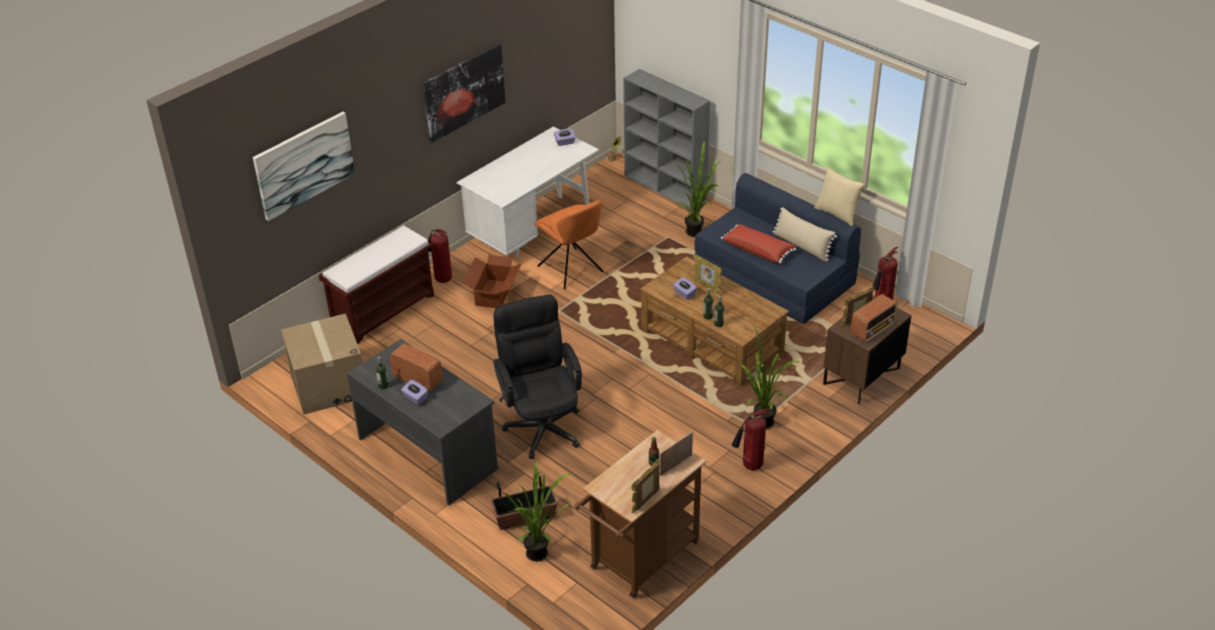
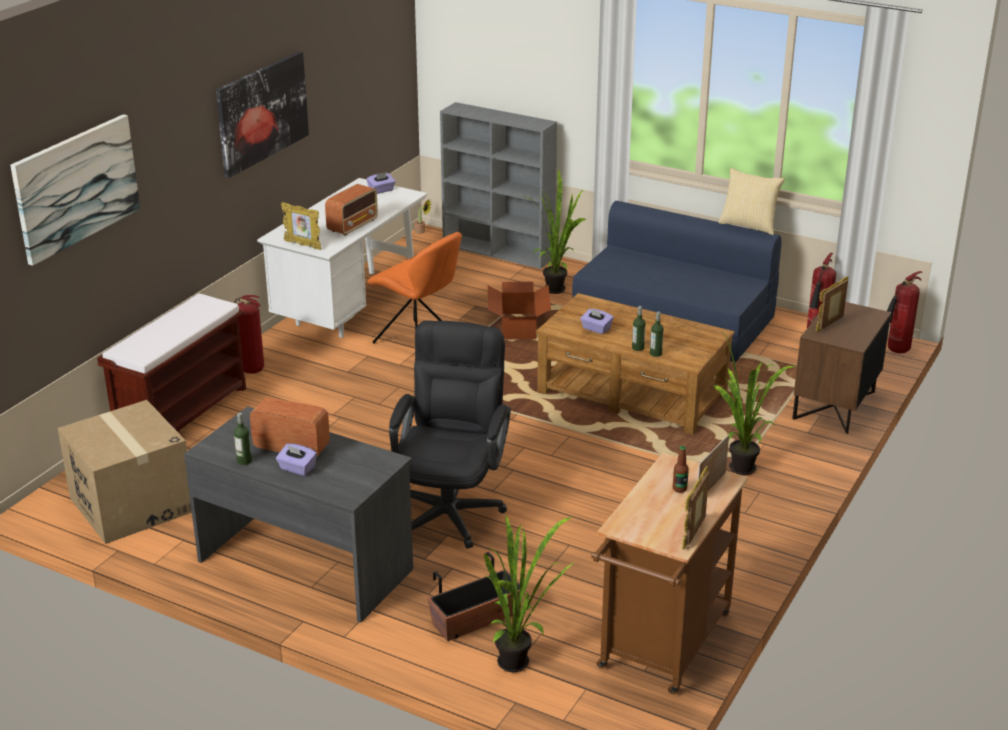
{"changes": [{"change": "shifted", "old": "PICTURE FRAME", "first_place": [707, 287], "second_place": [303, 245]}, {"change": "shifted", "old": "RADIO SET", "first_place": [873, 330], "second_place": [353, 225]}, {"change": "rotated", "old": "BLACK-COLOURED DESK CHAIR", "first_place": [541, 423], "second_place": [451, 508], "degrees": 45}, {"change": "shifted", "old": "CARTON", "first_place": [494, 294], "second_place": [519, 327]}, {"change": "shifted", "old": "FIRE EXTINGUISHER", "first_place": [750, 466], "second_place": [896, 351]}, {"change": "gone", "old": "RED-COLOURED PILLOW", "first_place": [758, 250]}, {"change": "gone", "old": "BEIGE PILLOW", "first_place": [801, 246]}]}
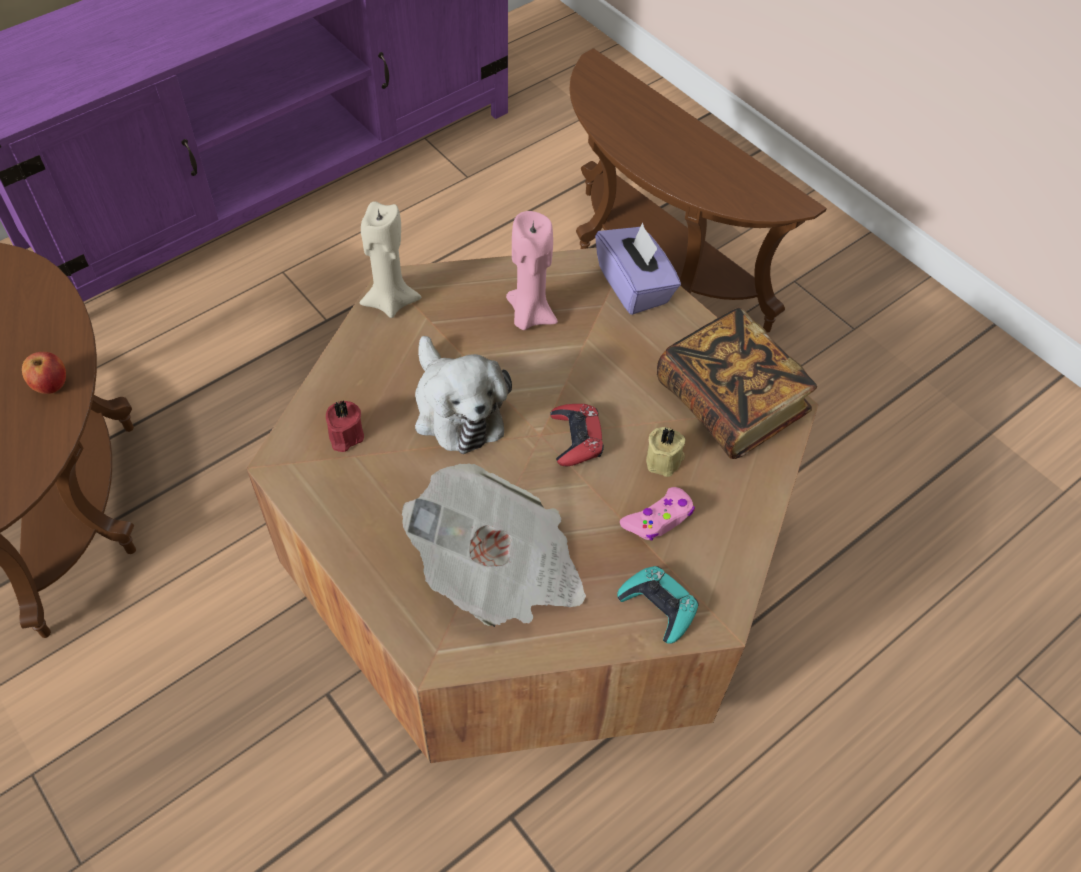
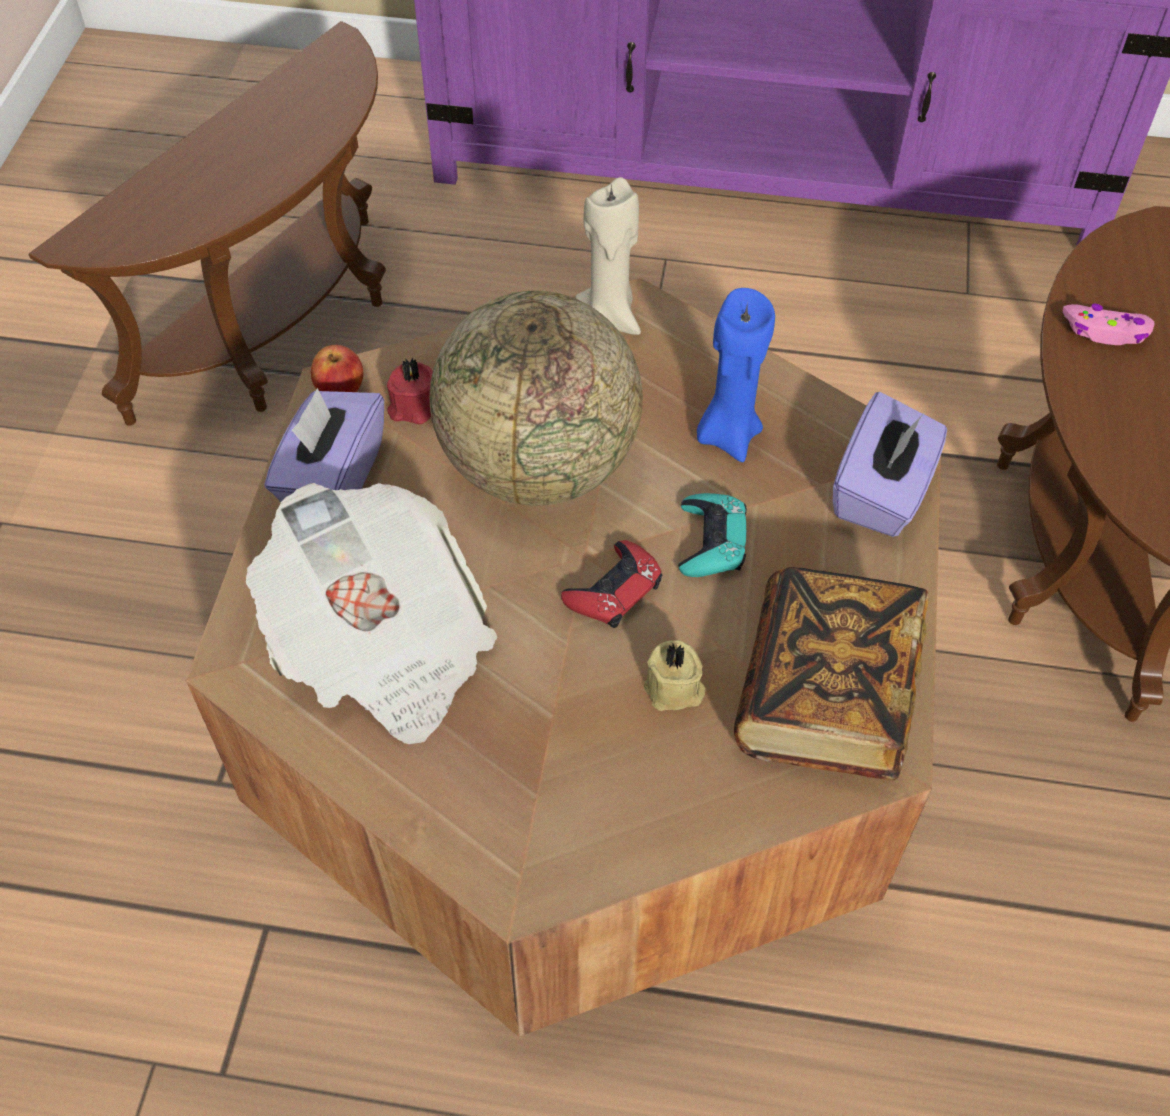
{"changes": [{"change": "new", "new": "PURPLE-COLOURED TISSUE BOX", "second_place": [332, 478]}, {"change": "shifted", "old": "APPLE", "first_place": [51, 385], "second_place": [341, 391]}, {"change": "swapped", "old": "SOFT TOY", "new": "GLOBE", "first_place": [456, 409], "second_place": [539, 465]}, {"change": "shifted", "old": "TURQUOISE-COLOURED GAME CONTROLLER", "first_place": [658, 607], "second_place": [711, 542]}, {"change": "repainted", "old": "PINK-COLOURED WAX LIGHT", "new": "BLUE WAX LIGHT", "first_place": [529, 315], "second_place": [727, 434]}, {"change": "shifted", "old": "PINK-COLOURED GAME CONTROLLER", "first_place": [659, 519], "second_place": [1105, 331]}]}
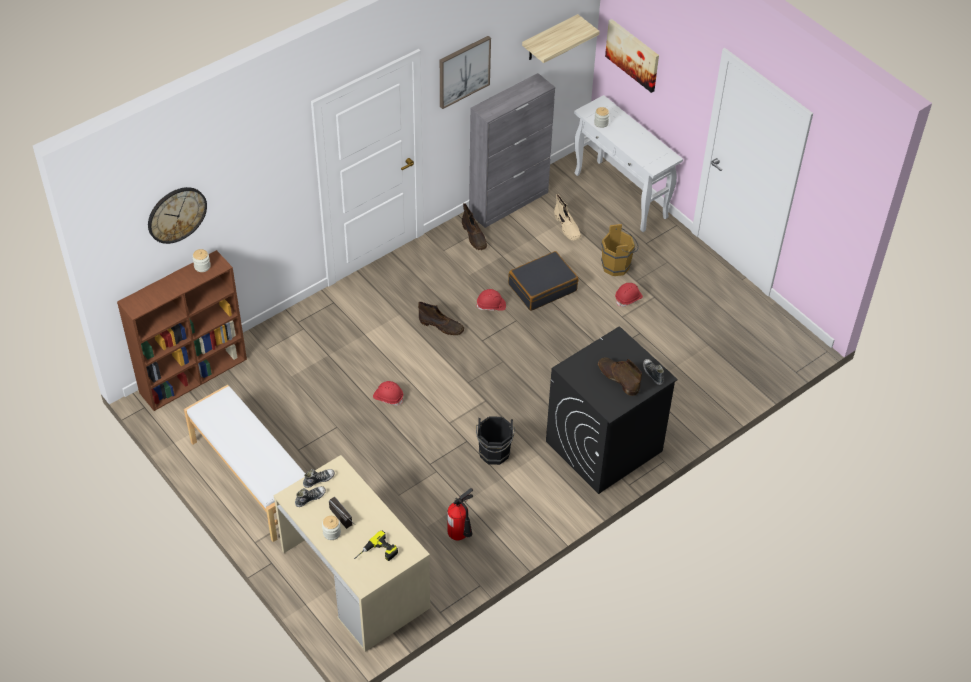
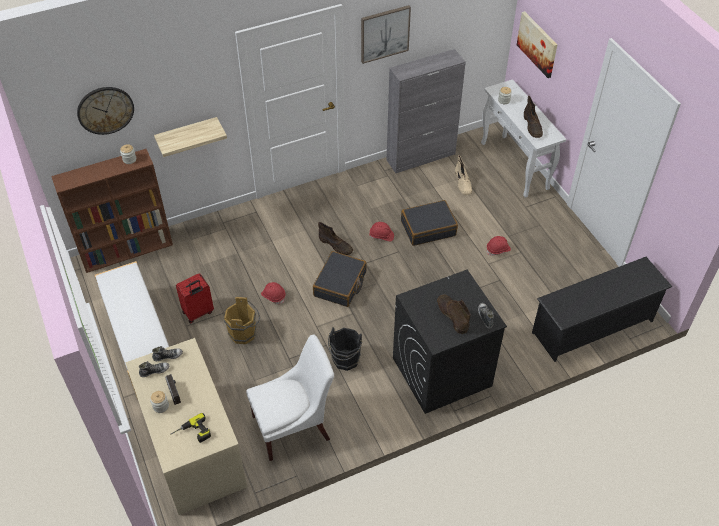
{"changes": [{"change": "shifted", "old": "WALL SHELF", "first_place": [549, 38], "second_place": [187, 135]}, {"change": "new", "new": "RED-COLOURED PIECE OF LUGGAGE", "second_place": [198, 313]}, {"change": "shifted", "old": "BROWN WATER BUCKET", "first_place": [618, 266], "second_place": [245, 334]}, {"change": "swapped", "old": "FIRE EXTINGUISHER", "new": "WHITE-COLOURED UPRIGHT CHAIR", "first_place": [460, 535], "second_place": [294, 426]}, {"change": "new", "new": "BLACK-COLOURED PIECE OF LUGGAGE", "second_place": [340, 284]}, {"change": "shifted", "old": "BROWN TALL BOOT", "first_place": [474, 236], "second_place": [532, 126]}, {"change": "new", "new": "BLACK-COLOURED SHOE STAND", "second_place": [593, 327]}]}
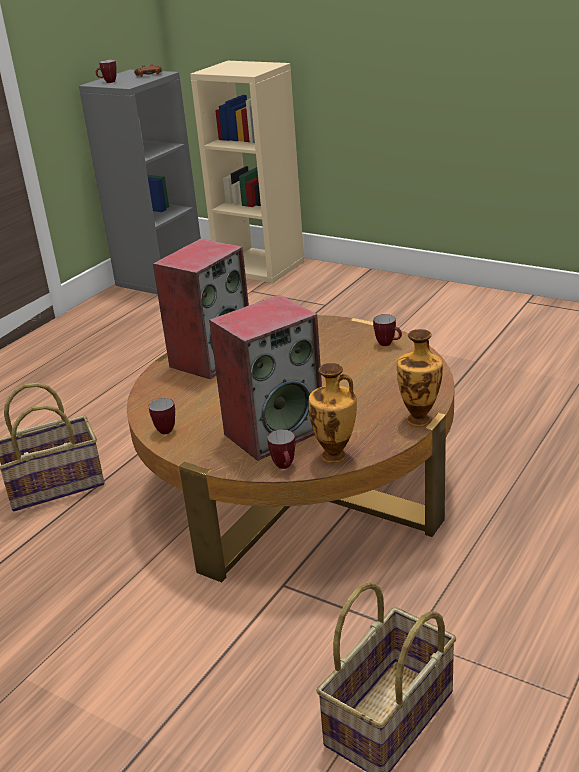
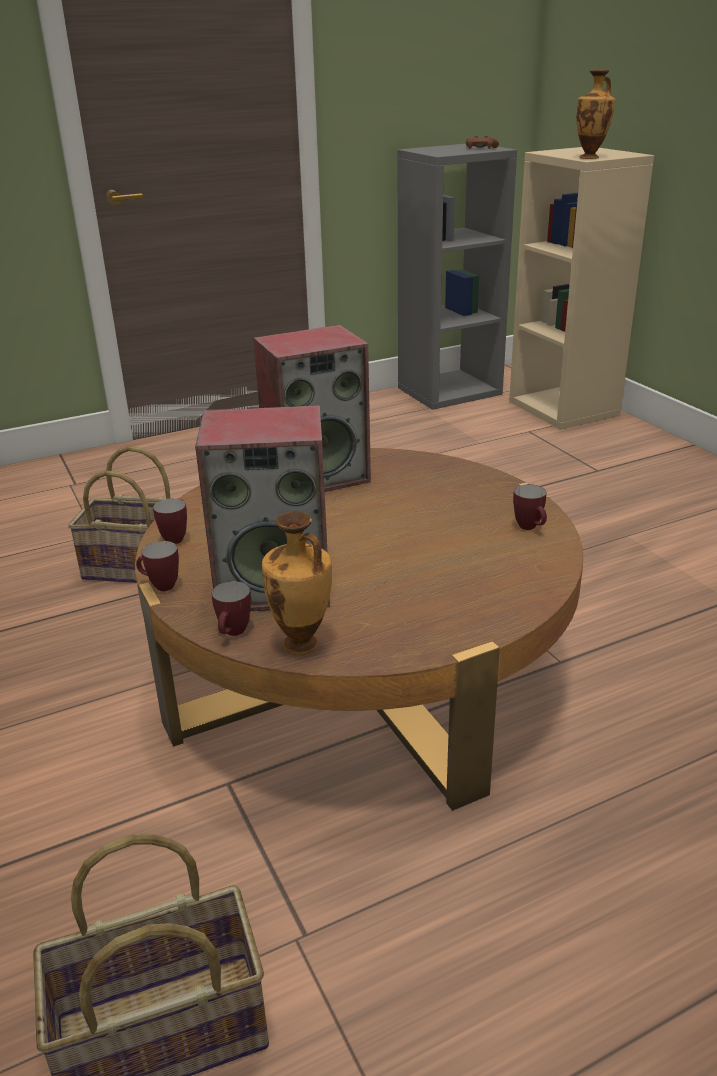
{"changes": [{"change": "shifted", "old": "COFFEE MUG", "first_place": [108, 82], "second_place": [160, 586]}, {"change": "shifted", "old": "FLOWER VASE", "first_place": [419, 419], "second_place": [590, 157]}]}
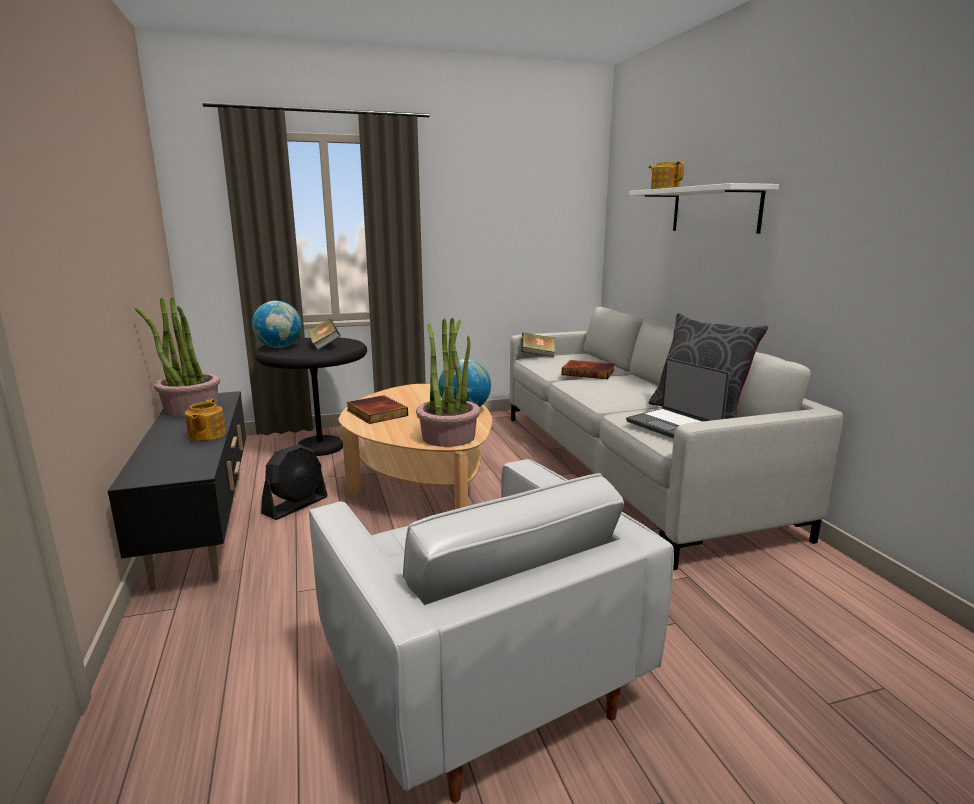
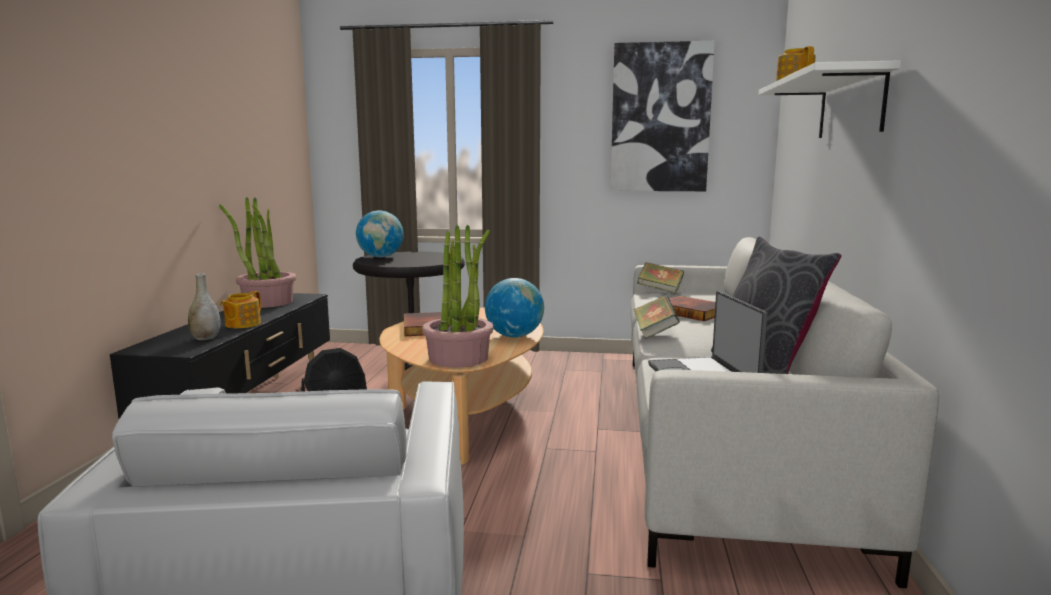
{"changes": [{"change": "new", "new": "GREYISH FLOWER VASE", "second_place": [206, 338]}, {"change": "new", "new": "PICTURE", "second_place": [660, 118]}, {"change": "shifted", "old": "VOLUME", "first_place": [324, 346], "second_place": [654, 333]}]}
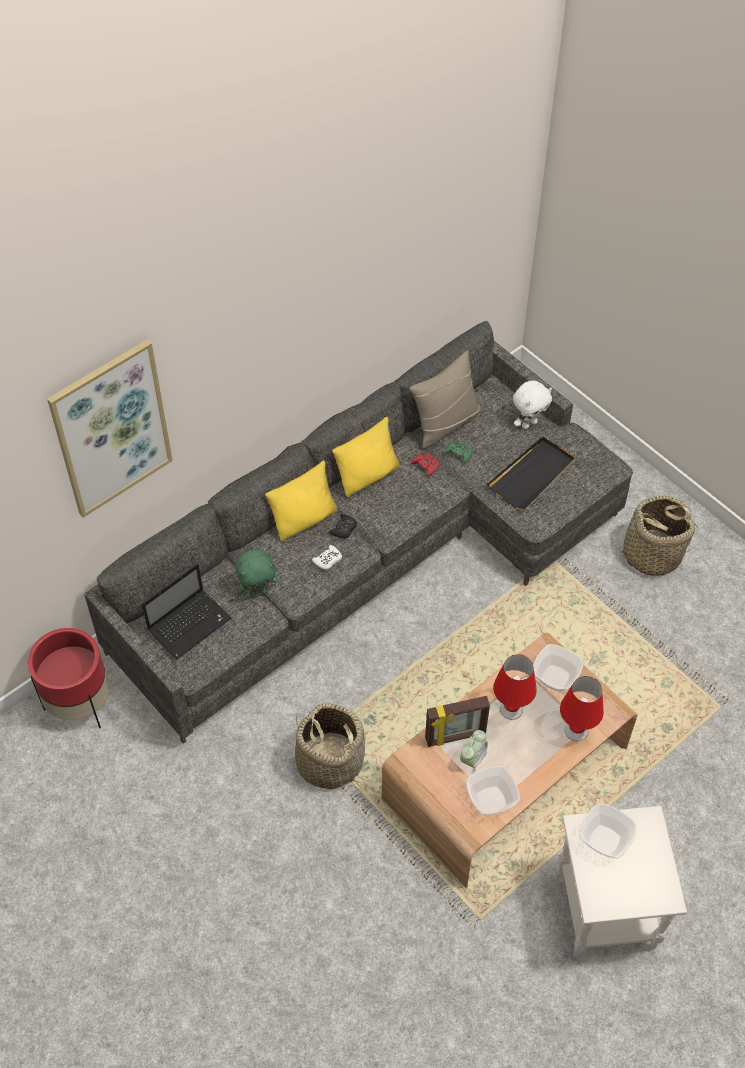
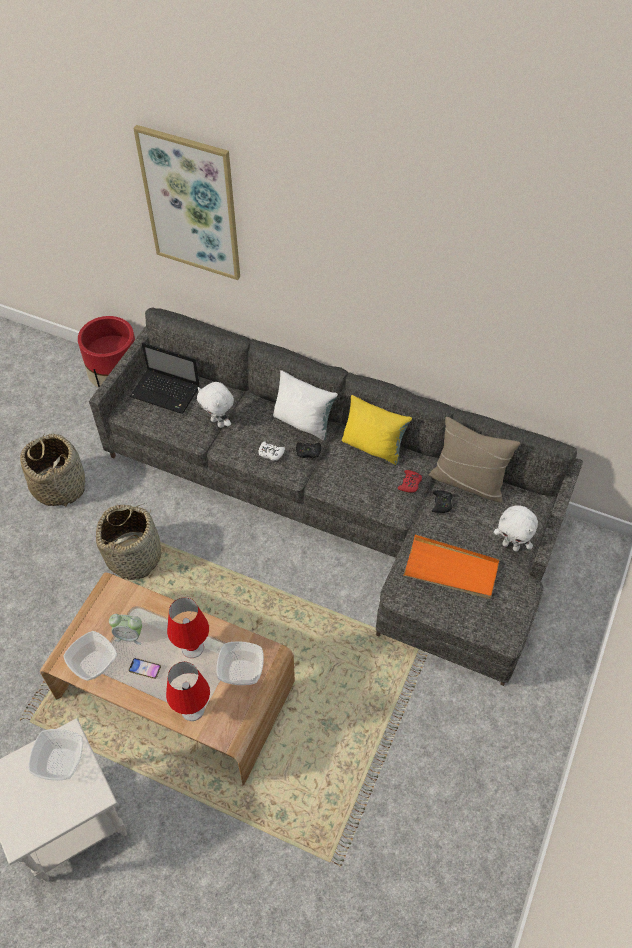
{"changes": [{"change": "shifted", "old": "HOUSEHOLD BASKET", "first_place": [651, 554], "second_place": [59, 486]}, {"change": "new", "new": "HANDSET", "second_place": [145, 669]}, {"change": "repainted", "old": "GREEN SOFT TOY", "new": "WHITE-COLOURED SOFT TOY", "first_place": [258, 592], "second_place": [218, 422]}, {"change": "repainted", "old": "YELLOW PILLOW", "new": "WHITE-COLOURED PILLOW", "first_place": [304, 519], "second_place": [303, 422]}, {"change": "repainted", "old": "BLACK-COLOURED SERVING TRAY", "new": "ORANGE SERVING TRAY", "first_place": [532, 475], "second_place": [451, 570]}, {"change": "repainted", "old": "GREEN GAME CONTROLLER", "new": "BLACK-COLOURED GAME CONTROLLER", "first_place": [459, 452], "second_place": [441, 503]}, {"change": "gone", "old": "PICTURE FRAME", "first_place": [455, 737]}]}
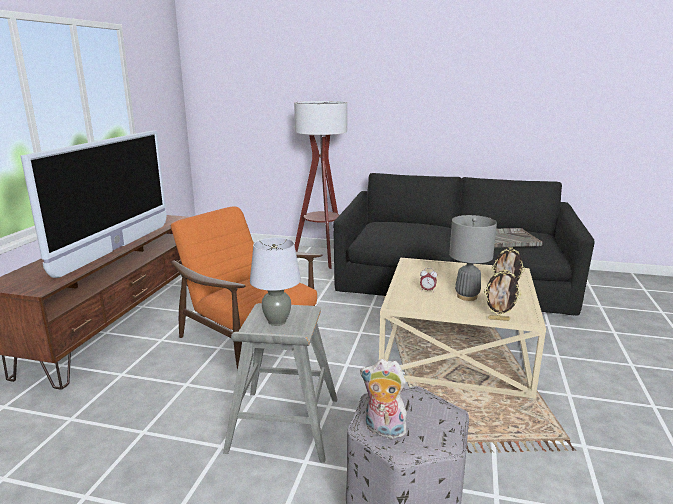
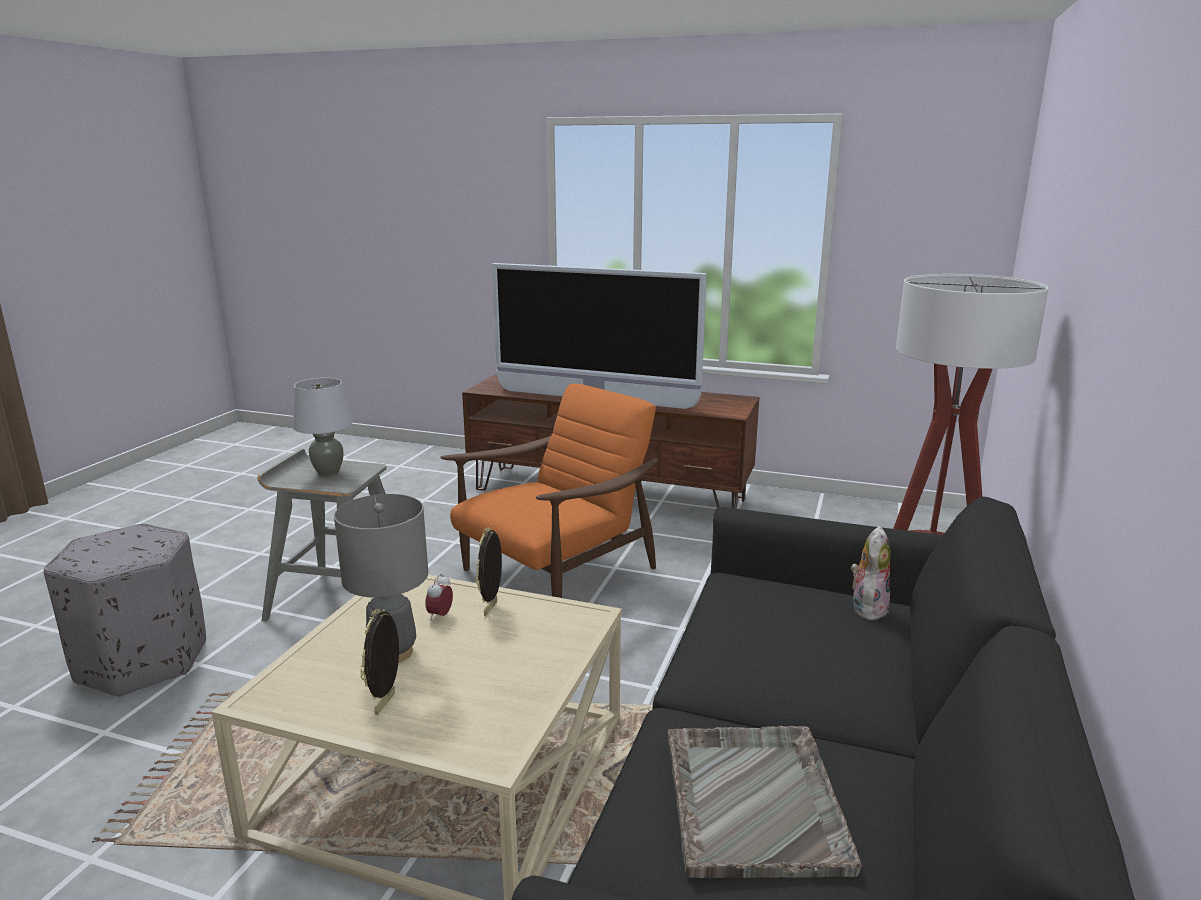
{"changes": [{"change": "shifted", "old": "PICTURE FRAME", "first_place": [499, 319], "second_place": [491, 608]}, {"change": "shifted", "old": "SOFT TOY", "first_place": [383, 430], "second_place": [867, 607]}]}
